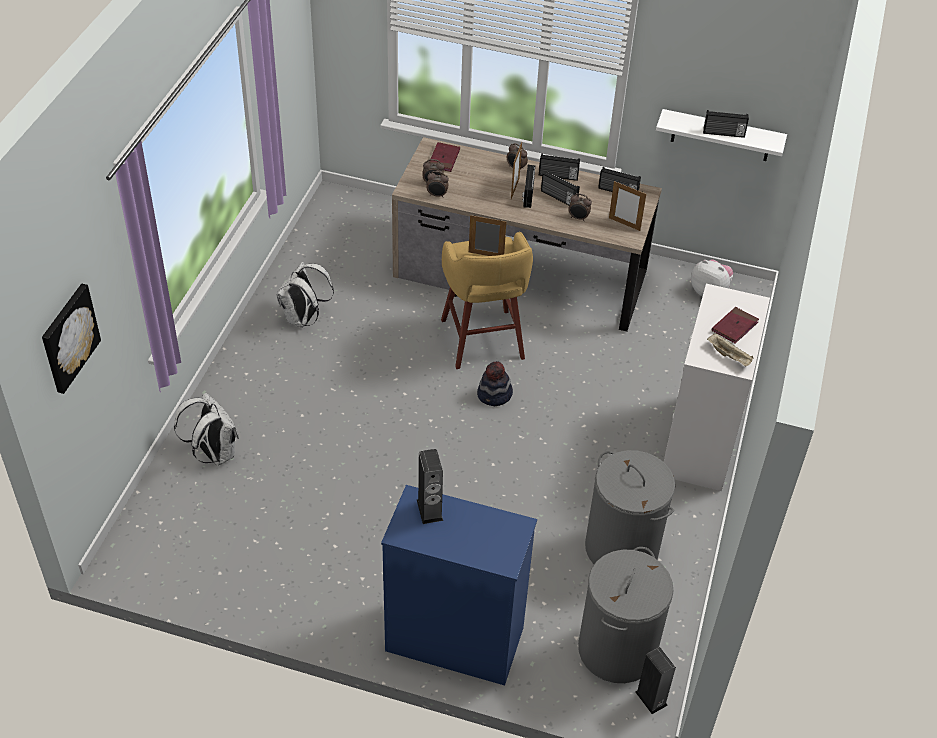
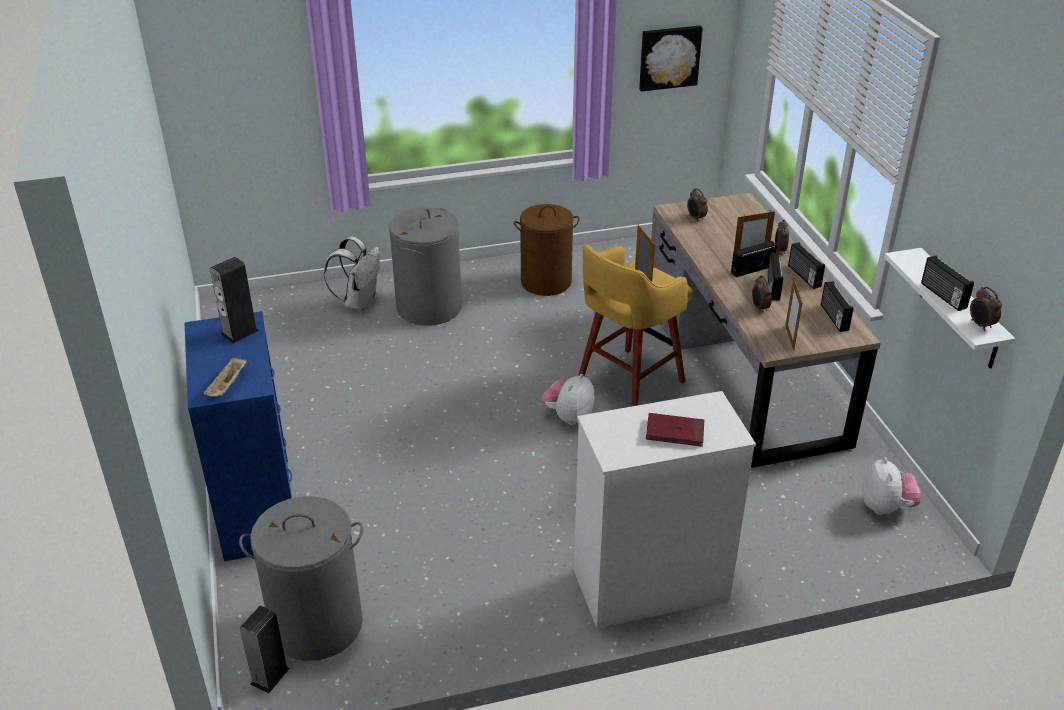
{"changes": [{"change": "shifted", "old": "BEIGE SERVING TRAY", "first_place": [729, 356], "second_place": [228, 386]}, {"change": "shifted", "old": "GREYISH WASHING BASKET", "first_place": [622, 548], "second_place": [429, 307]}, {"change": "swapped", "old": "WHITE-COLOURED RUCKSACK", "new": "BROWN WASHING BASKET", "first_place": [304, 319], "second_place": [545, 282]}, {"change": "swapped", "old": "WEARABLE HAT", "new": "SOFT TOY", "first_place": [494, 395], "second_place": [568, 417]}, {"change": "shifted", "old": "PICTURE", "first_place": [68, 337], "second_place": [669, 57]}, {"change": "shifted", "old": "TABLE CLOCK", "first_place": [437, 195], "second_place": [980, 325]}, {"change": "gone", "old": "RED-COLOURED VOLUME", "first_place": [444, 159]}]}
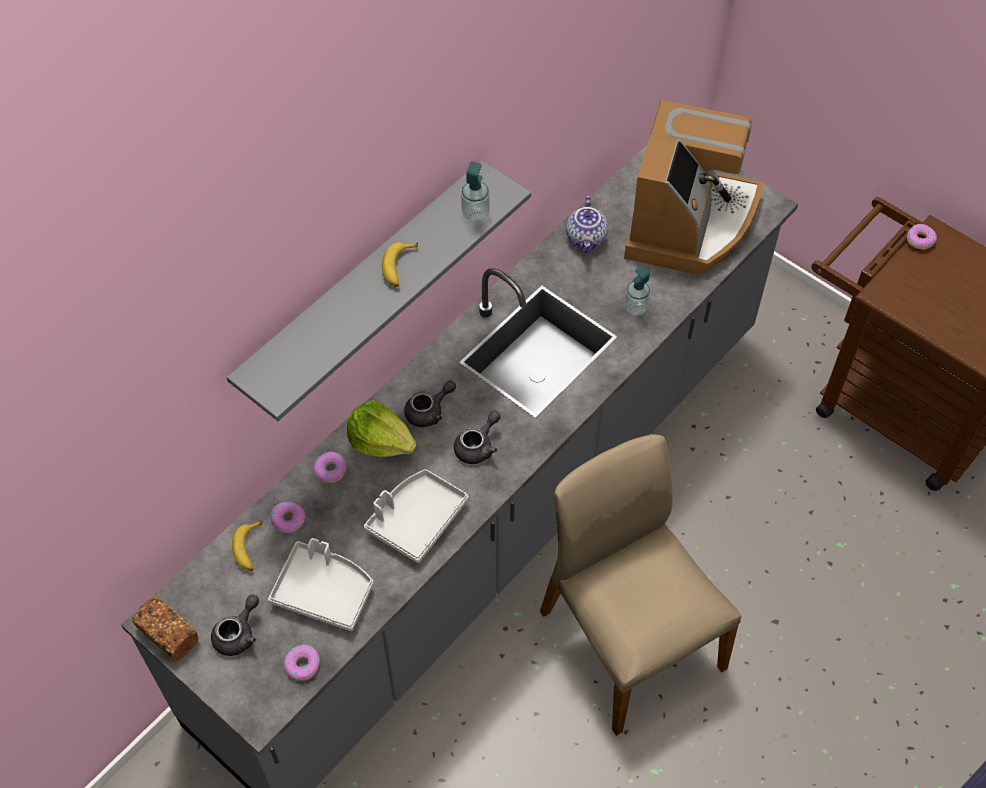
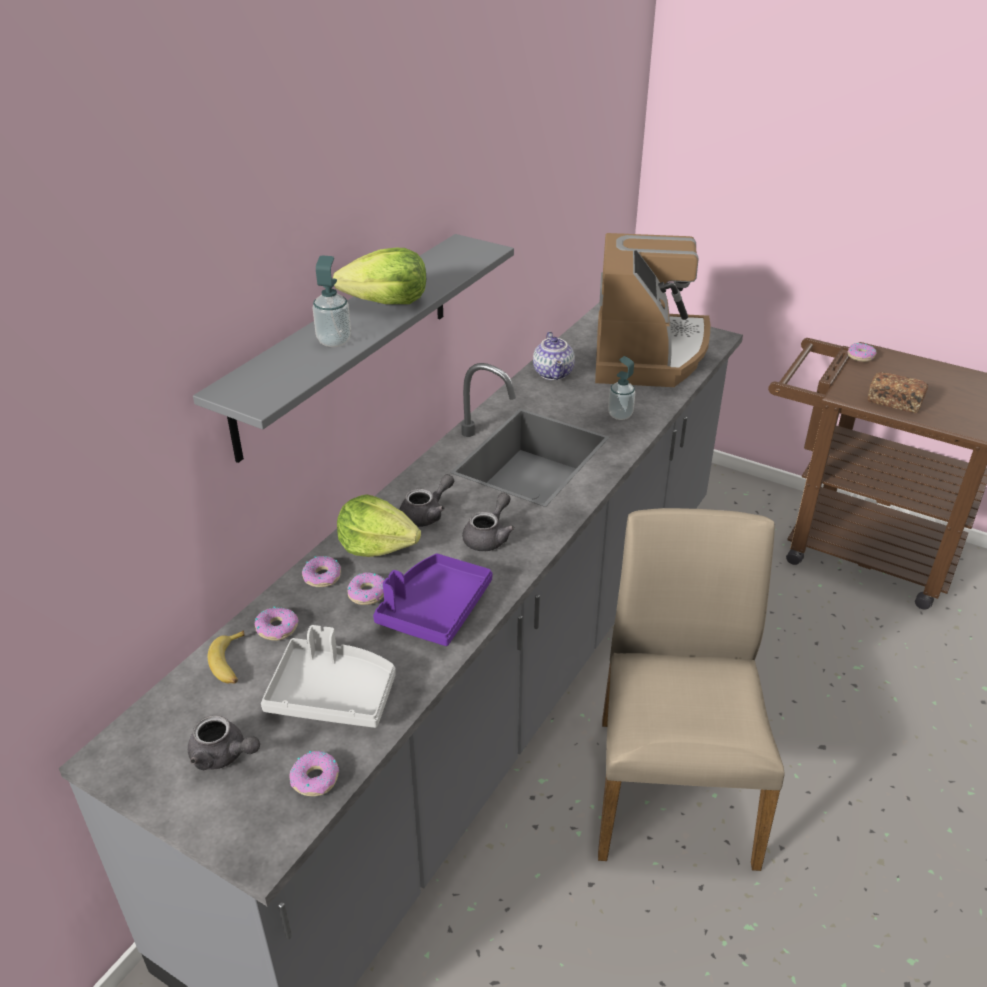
{"changes": [{"change": "rotated", "old": "GREYISH TEAPOT", "first_place": [238, 634], "second_place": [223, 756], "degrees": 90}, {"change": "shifted", "old": "LIQUID SOAP BOTTLE", "first_place": [475, 214], "second_place": [334, 341]}, {"change": "swapped", "old": "BANANA FRUIT", "new": "LETTUCE HEAD", "first_place": [399, 268], "second_place": [387, 302]}, {"change": "new", "new": "RING DOUGHNUT", "second_place": [367, 593]}, {"change": "repainted", "old": "GREYISH SERVING TRAY", "new": "PURPLE-COLOURED SERVING TRAY", "first_place": [416, 519], "second_place": [434, 609]}, {"change": "rotated", "old": "BEIGE UPRIGHT CHAIR", "first_place": [628, 638], "second_place": [672, 787], "degrees": 45}, {"change": "shifted", "old": "BAKED BREAD", "first_place": [167, 634], "second_place": [894, 402]}]}
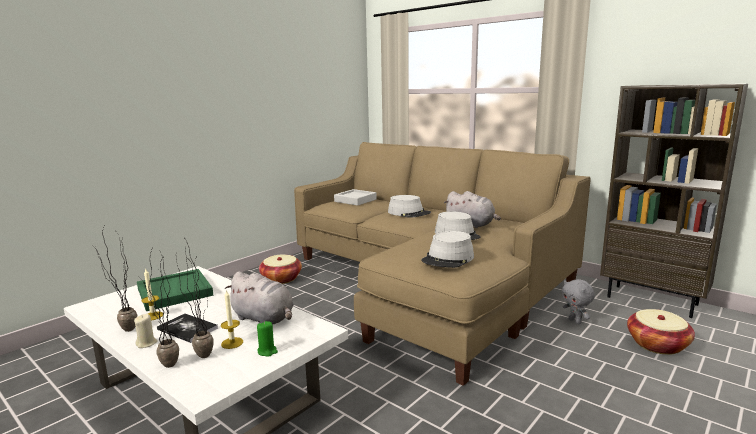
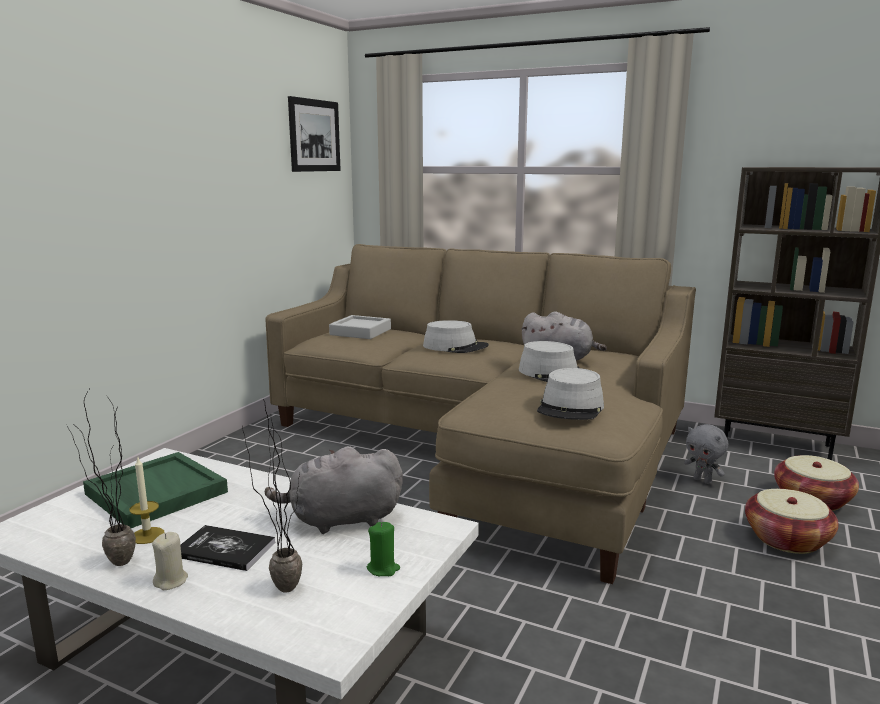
{"changes": [{"change": "rotated", "old": "GREYISH SOFT TOY", "first_place": [264, 319], "second_place": [340, 520], "degrees": 150}, {"change": "new", "new": "PICTURE", "second_place": [314, 135]}, {"change": "shifted", "old": "HOUSEHOLD BASKET", "first_place": [281, 279], "second_place": [787, 539]}, {"change": "gone", "old": "PLANT IN A POT", "first_place": [168, 369]}, {"change": "gone", "old": "WAX LIGHT", "first_place": [232, 343]}]}
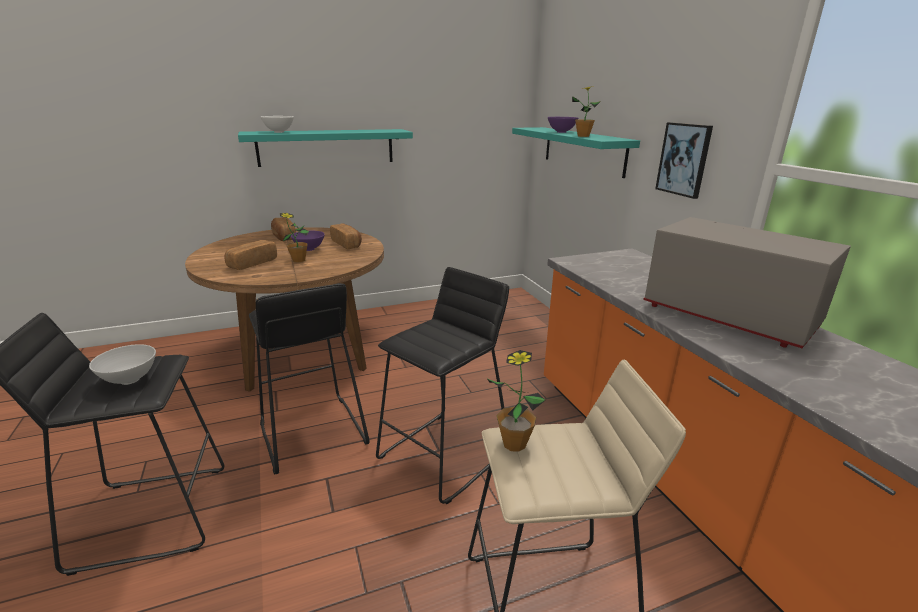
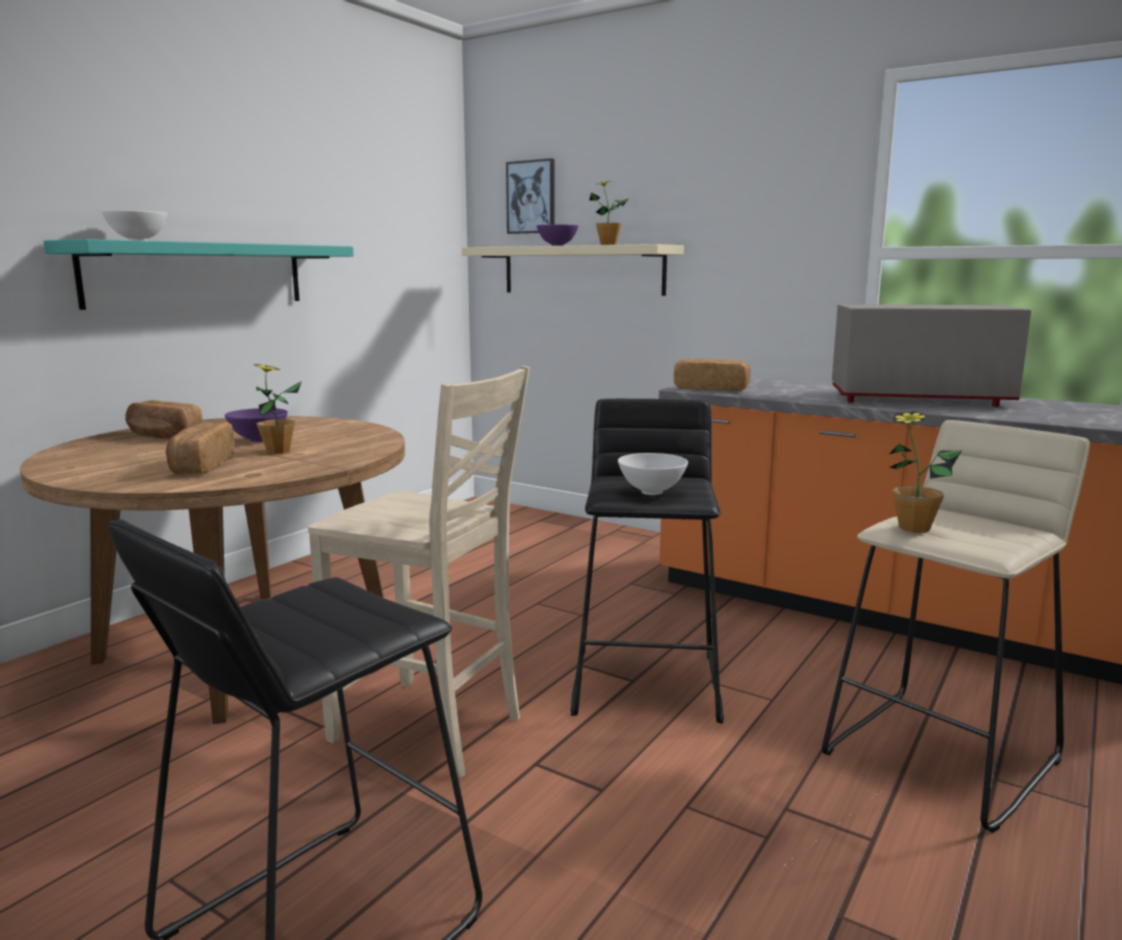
{"changes": [{"change": "swapped", "old": "BLACK-COLOURED SITTING STOOL", "new": "BEIGE UPRIGHT CHAIR", "first_place": [311, 434], "second_place": [430, 729]}, {"change": "repainted", "old": "TURQUOISE-COLOURED WALL SHELF", "new": "BEIGE WALL SHELF", "first_place": [583, 150], "second_place": [582, 270]}, {"change": "shifted", "old": "PICTURE", "first_place": [684, 159], "second_place": [531, 197]}, {"change": "shifted", "old": "WHITE-COLOURED SERVING BOWL", "first_place": [130, 379], "second_place": [651, 492]}, {"change": "shifted", "old": "BAKED BREAD", "first_place": [347, 244], "second_place": [711, 389]}]}
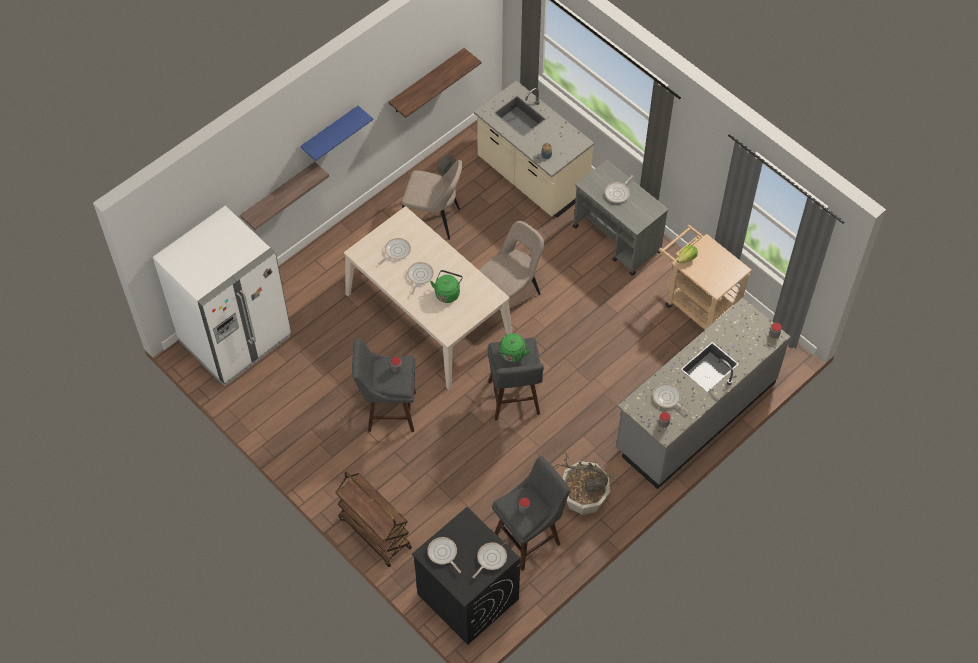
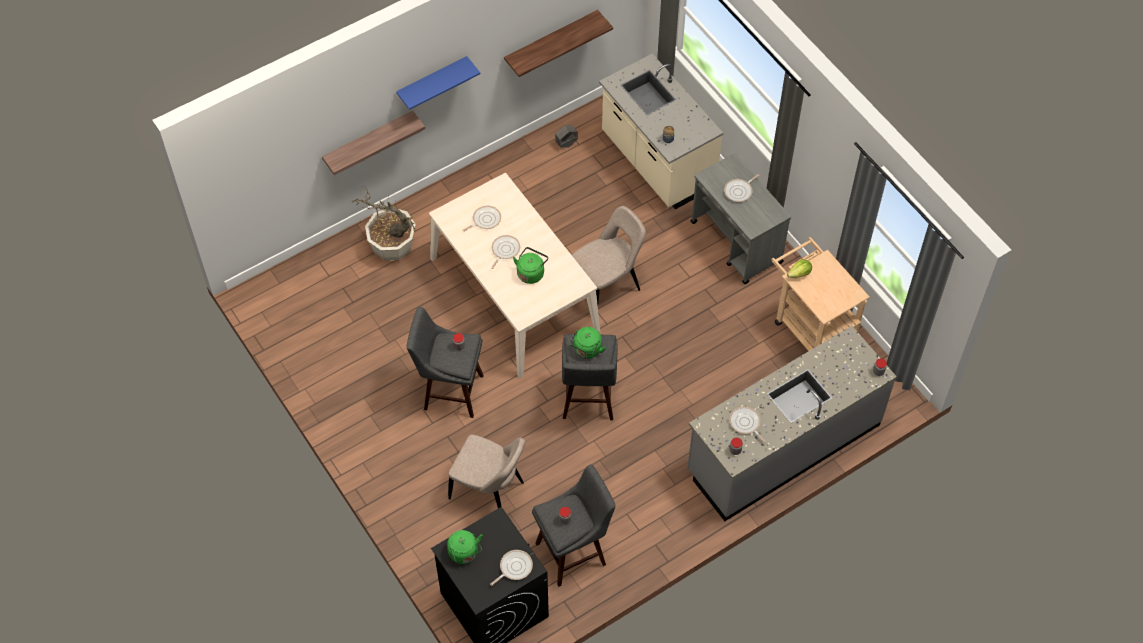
{"changes": [{"change": "shifted", "old": "PLANT IN A POT", "first_place": [583, 499], "second_place": [392, 247]}, {"change": "swapped", "old": "PAN", "new": "GREEN TEA KETTLE", "first_place": [443, 554], "second_place": [464, 554]}, {"change": "shifted", "old": "BEIGE UPRIGHT CHAIR", "first_place": [434, 219], "second_place": [489, 492]}, {"change": "gone", "old": "WHITE-COLOURED KITCHEN FRIDGE", "first_place": [235, 339]}, {"change": "gone", "old": "BROWN WHEELED CART", "first_place": [374, 532]}]}
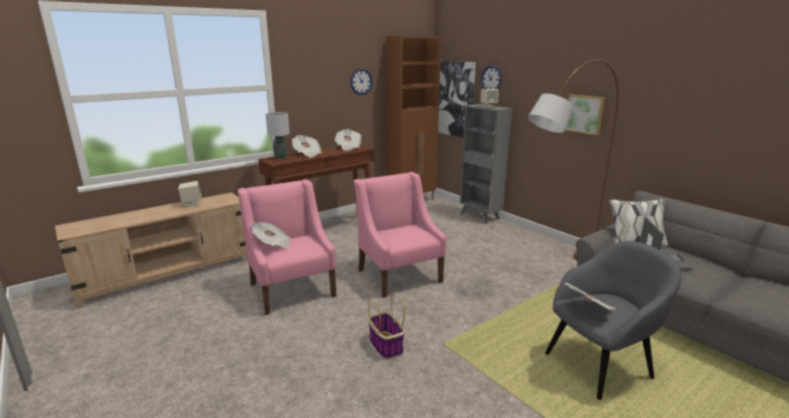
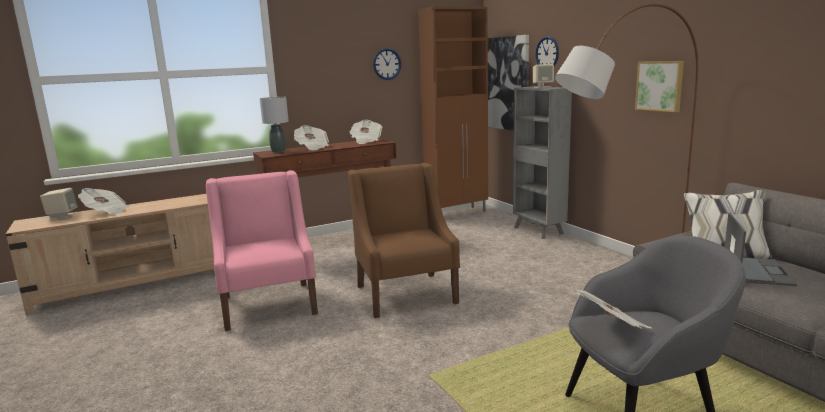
{"changes": [{"change": "shifted", "old": "BEIGE SPEAKER", "first_place": [191, 203], "second_place": [62, 216]}, {"change": "shifted", "old": "NEWSPAPER", "first_place": [273, 244], "second_place": [106, 212]}, {"change": "repainted", "old": "PINK-COLOURED EASY CHAIR", "new": "BROWN EASY CHAIR", "first_place": [399, 275], "second_place": [406, 293]}, {"change": "gone", "old": "HOUSEHOLD BASKET", "first_place": [385, 345]}]}
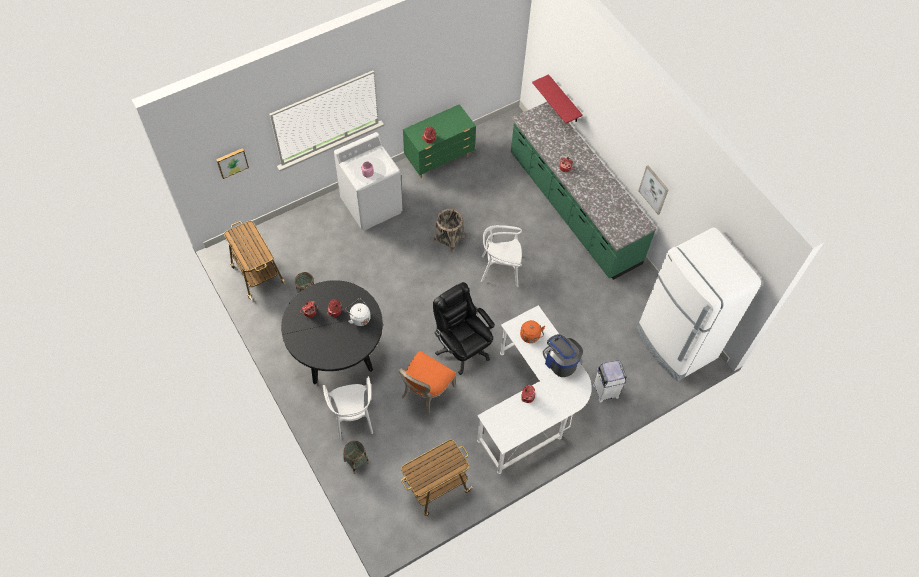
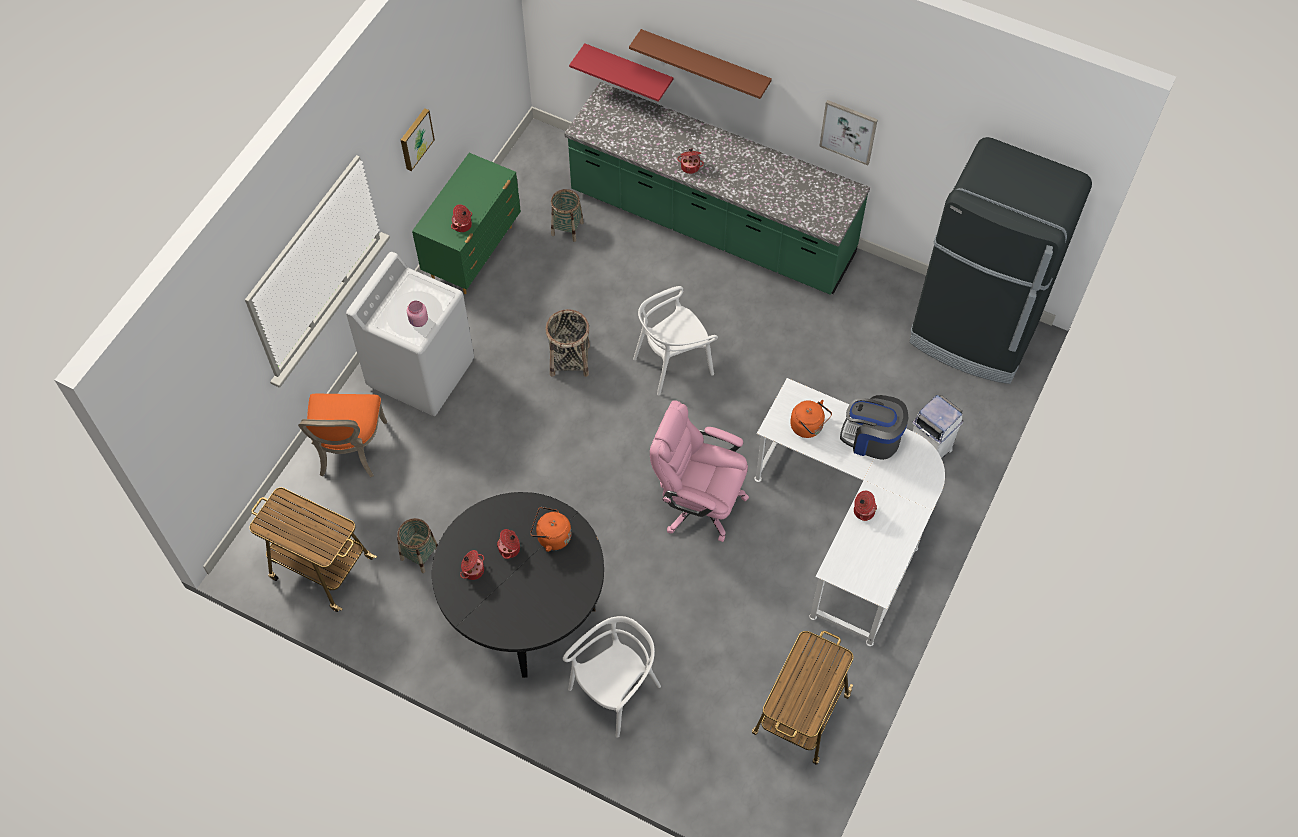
{"changes": [{"change": "shifted", "old": "ORANGE UPRIGHT CHAIR", "first_place": [425, 392], "second_place": [349, 451]}, {"change": "shifted", "old": "PICTURE", "first_place": [232, 162], "second_place": [415, 138]}, {"change": "repainted", "old": "WHITE-COLOURED TEA KETTLE", "new": "ORANGE TEA KETTLE", "first_place": [359, 317], "second_place": [551, 537]}, {"change": "shifted", "old": "HOUSEHOLD BASKET", "first_place": [356, 461], "second_place": [567, 228]}, {"change": "rotated", "old": "WHITE-COLOURED UPRIGHT CHAIR", "first_place": [352, 417], "second_place": [615, 691], "degrees": -90}, {"change": "new", "new": "BROWN WALL SHELF", "second_place": [705, 63]}, {"change": "repainted", "old": "BLACK-COLOURED DESK CHAIR", "new": "PINK-COLOURED DESK CHAIR", "first_place": [462, 347], "second_place": [698, 502]}, {"change": "repainted", "old": "WHITE-COLOURED KITCHEN FRIDGE", "new": "BLACK-COLOURED KITCHEN FRIDGE", "first_place": [675, 344], "second_place": [973, 336]}]}
